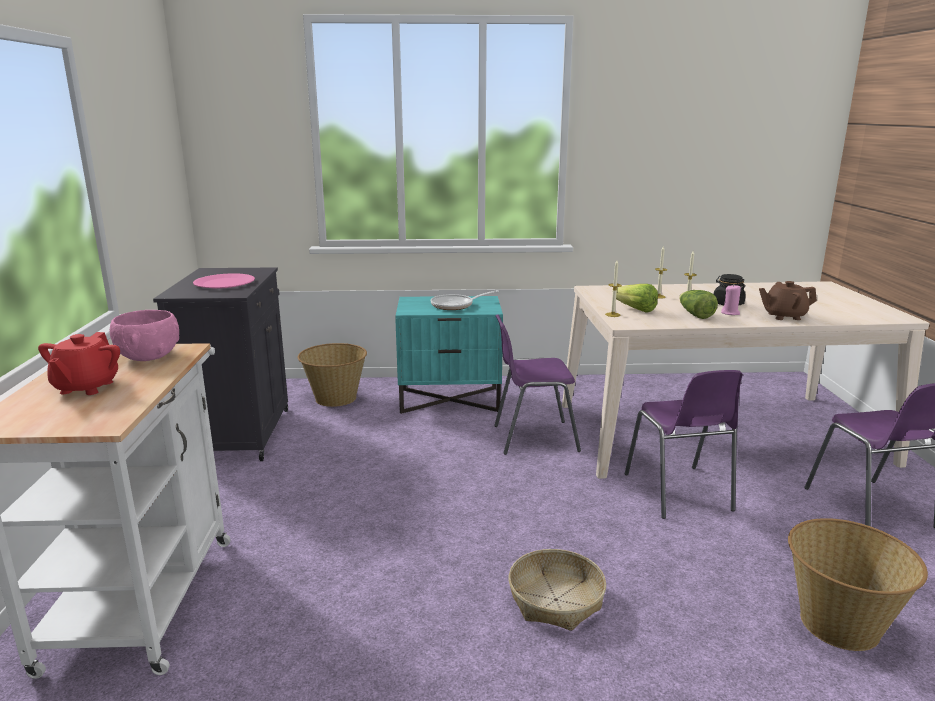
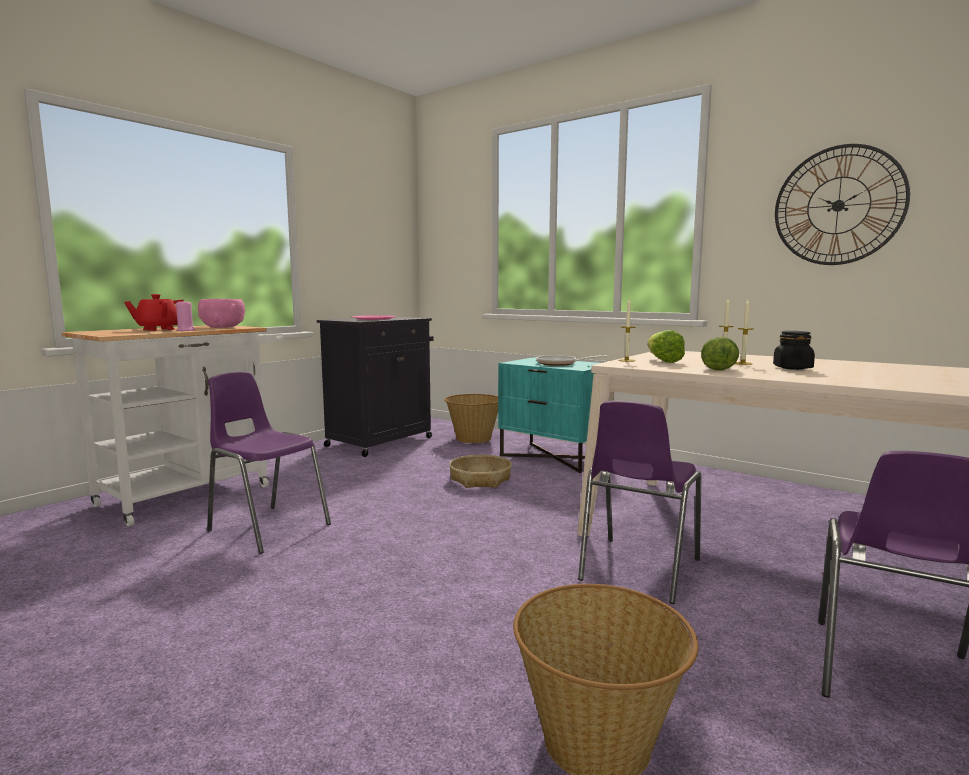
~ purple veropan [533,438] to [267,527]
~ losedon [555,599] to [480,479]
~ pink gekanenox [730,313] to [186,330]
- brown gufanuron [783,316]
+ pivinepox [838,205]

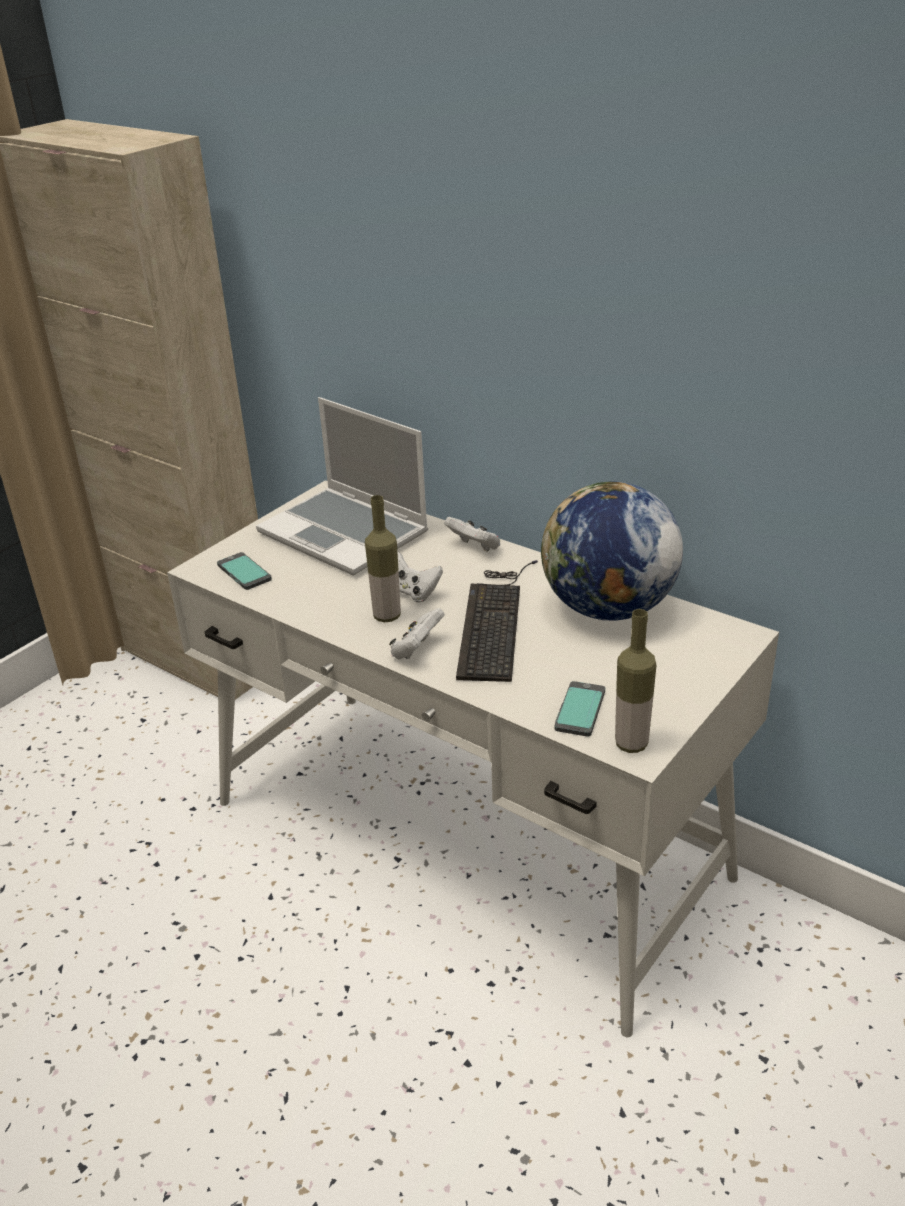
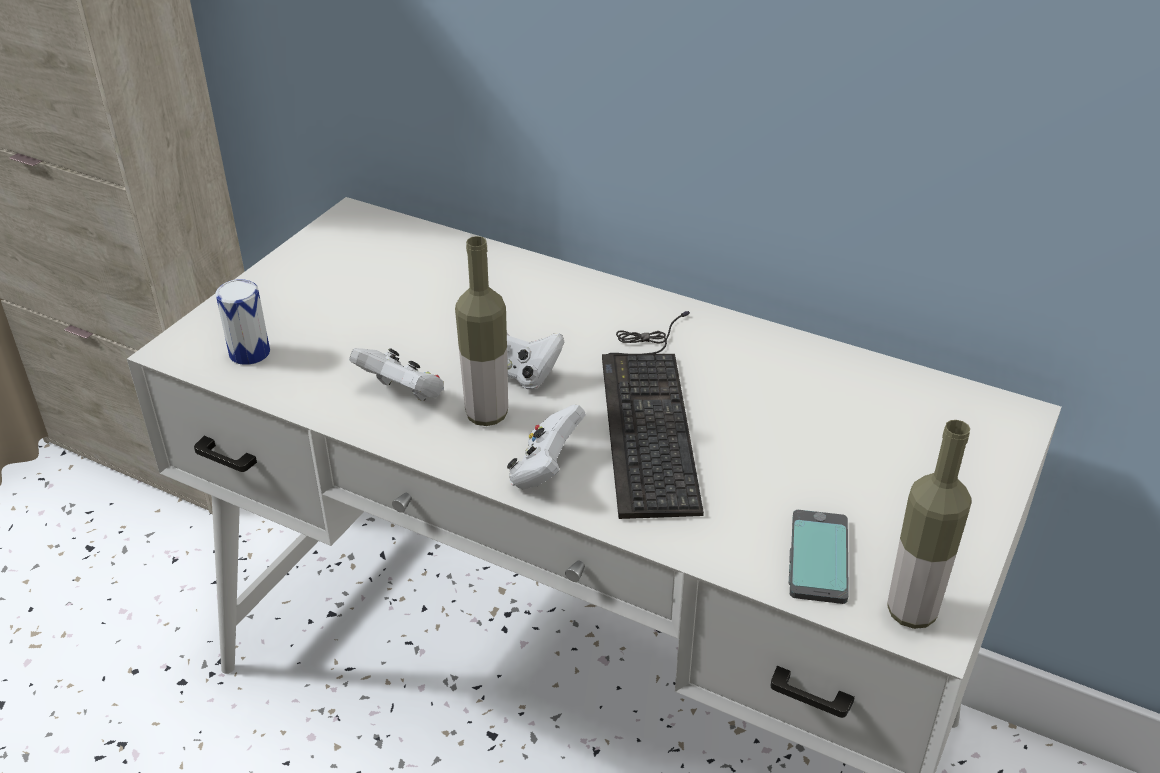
~ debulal [244,572] to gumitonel [249,353]
- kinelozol [346,533]
~ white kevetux [475,547] to [403,394]
- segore [607,609]

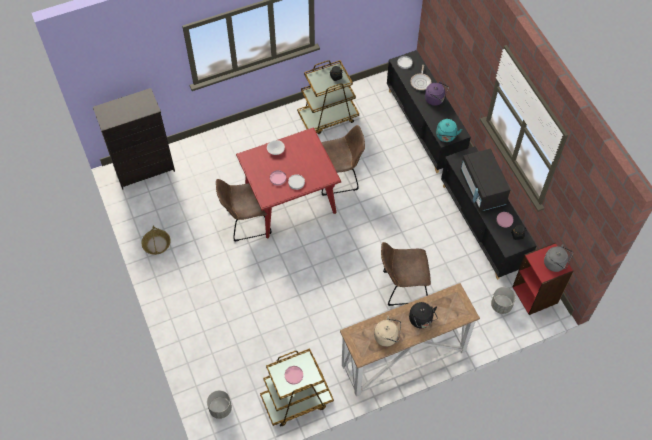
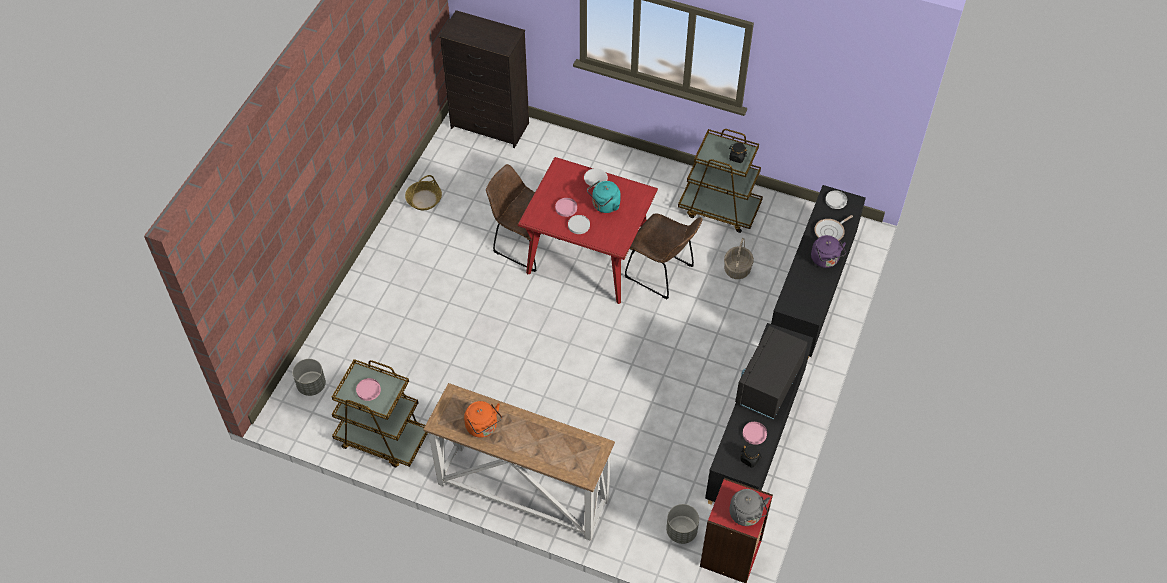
~ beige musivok [387,337] to orange musivok [483,427]
- brown veropan [402,287]
- black musivok [421,320]
~ turquoise musivok [446,137] to [604,206]
+ losedon [737,269]

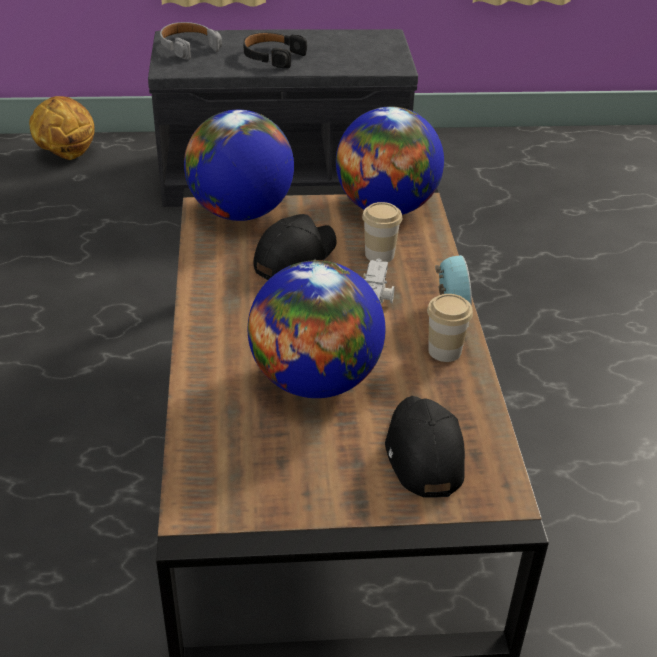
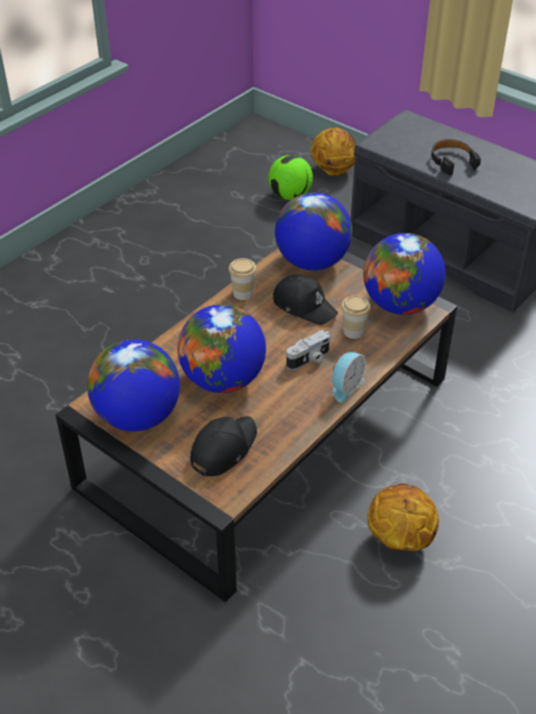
- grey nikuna [188,47]
~ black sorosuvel [294,257] = [304,305] 45 degrees clockwise
~ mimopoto [444,351] to [243,293]
+ segore [138,416]
+ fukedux [290,196]
+ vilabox [399,538]

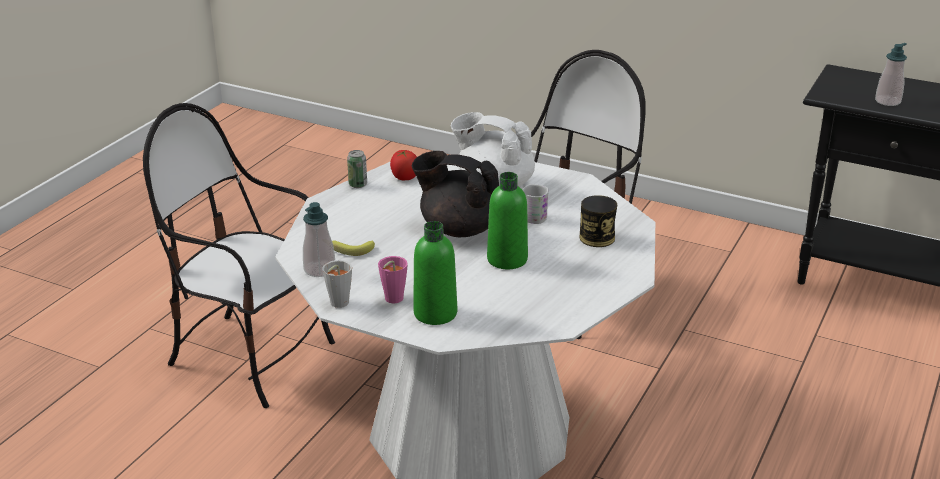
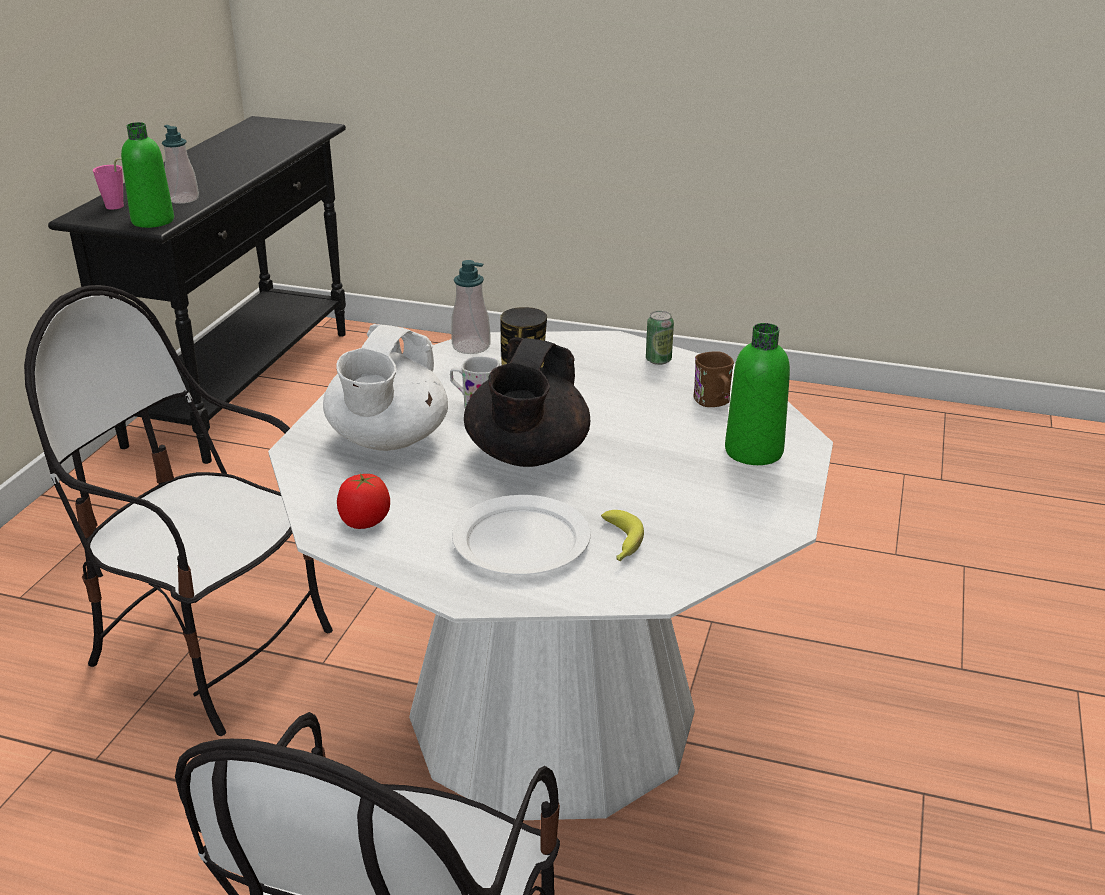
~ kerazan [319,269] to [471,346]
- grey mimopoto [337,305]
~ gumitonel [358,184] to [658,360]
~ pink mimopoto [391,300] to [118,207]
~ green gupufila [507,259] to [153,221]
+ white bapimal [520,540]
+ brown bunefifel [714,402]

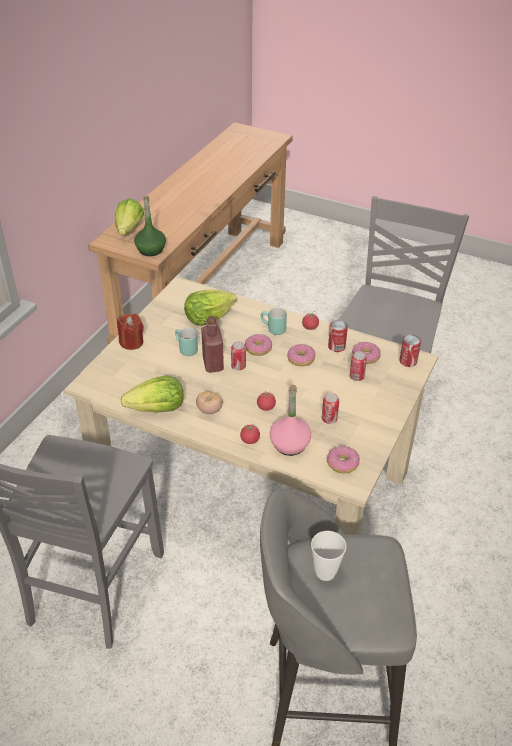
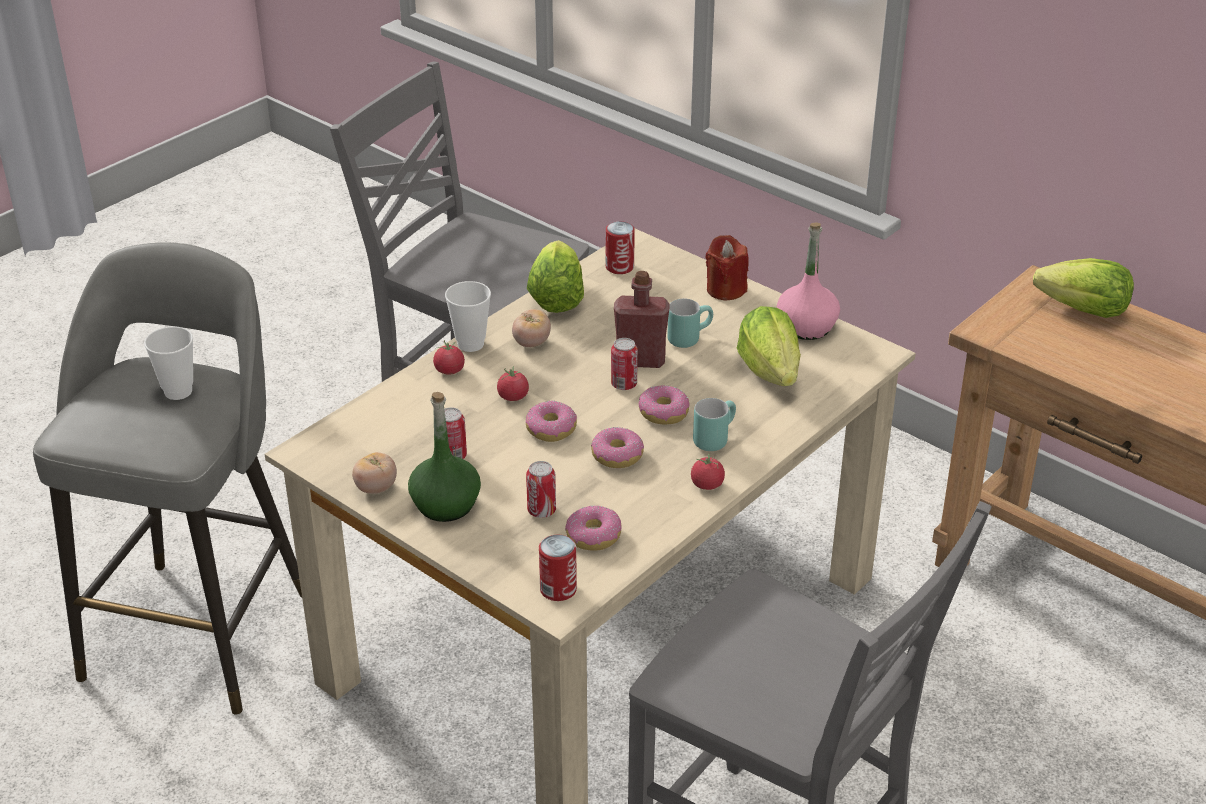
~ green gupufila [150,250] to [446,504]
~ pink gupufila [289,444] to [806,327]
~ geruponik [342,464] to [551,429]
~ gumitonel [336,347] to [619,267]
+ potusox [376,488]
+ mimopoto [470,344]

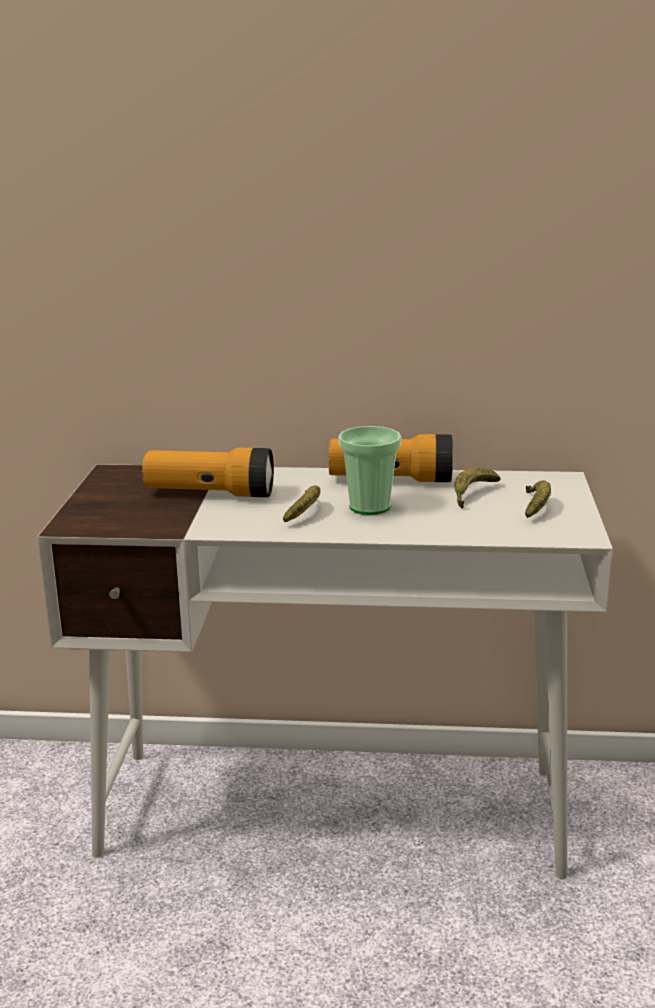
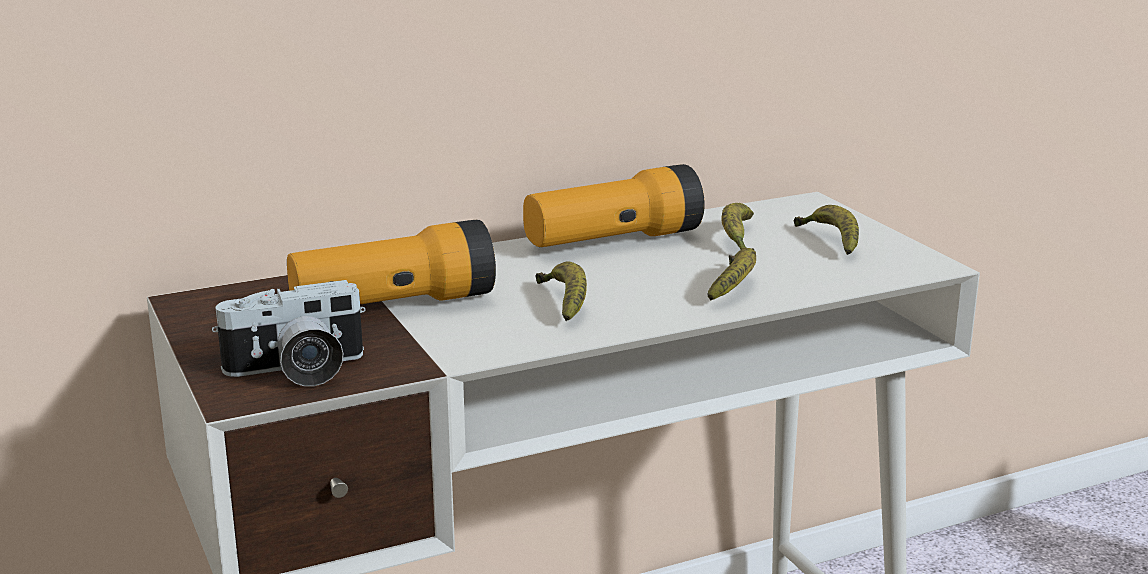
- mimopoto [369,507]
+ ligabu [296,371]
+ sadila [734,286]

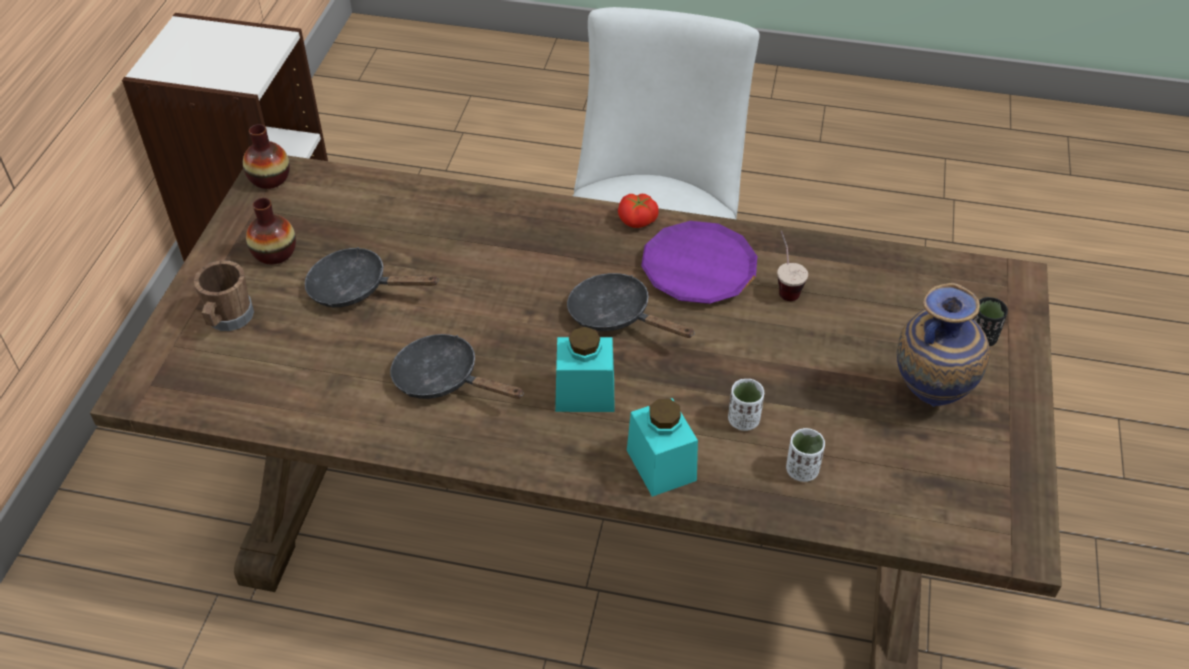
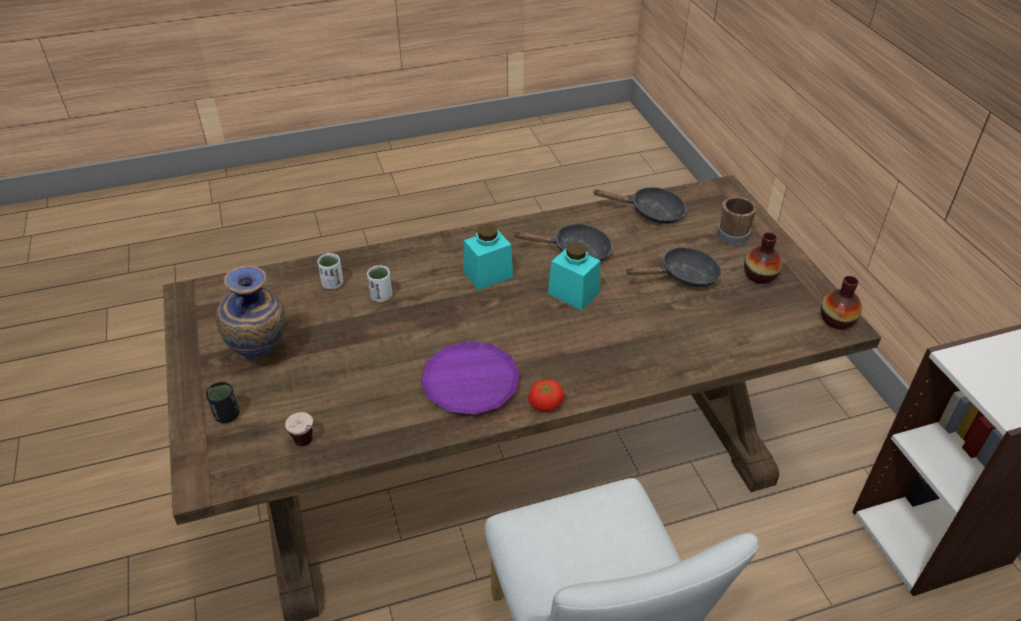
~ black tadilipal [616,316] to [651,212]
~ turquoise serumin [661,465] to [573,293]
~ mimopoto [784,285] to [309,446]

